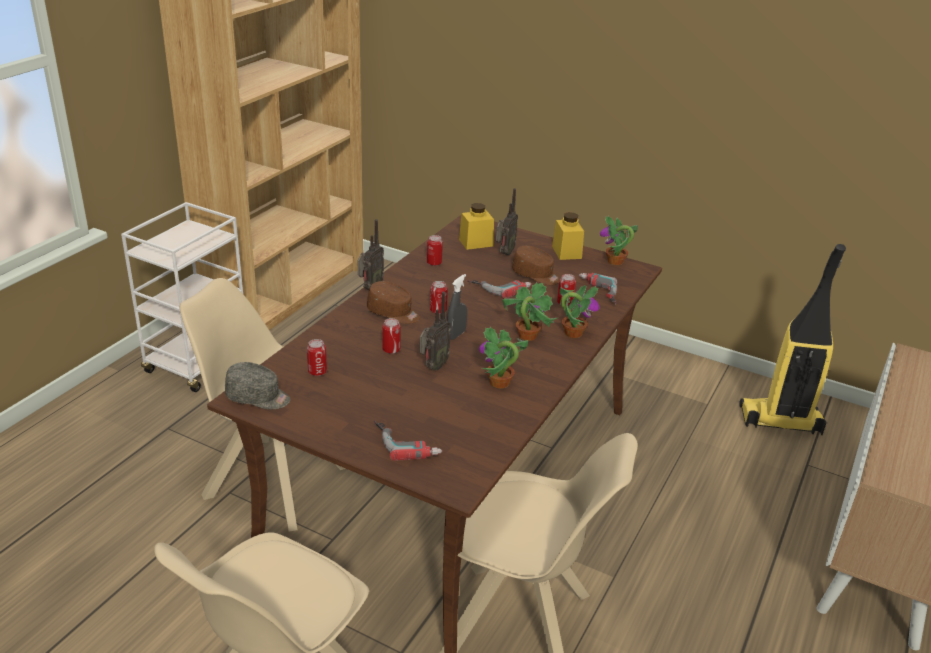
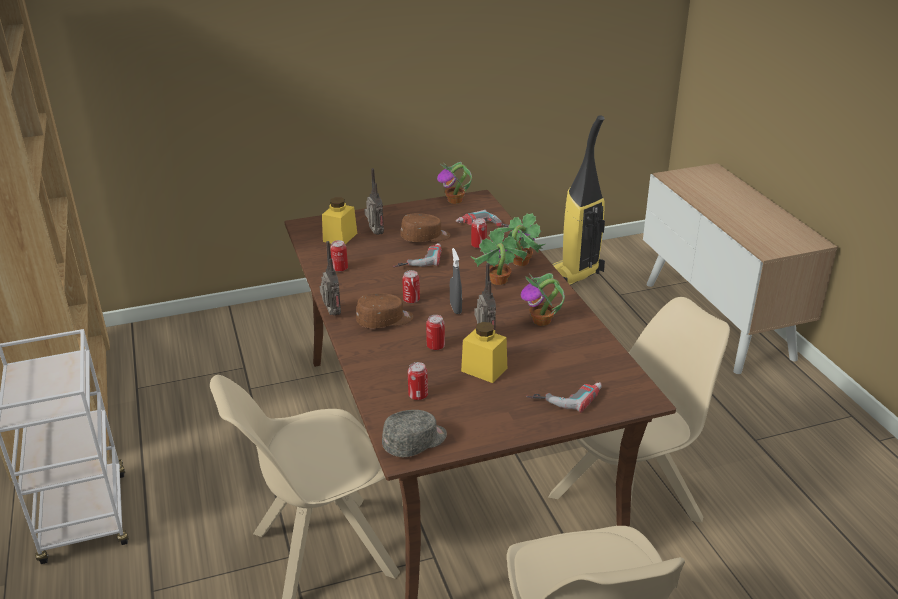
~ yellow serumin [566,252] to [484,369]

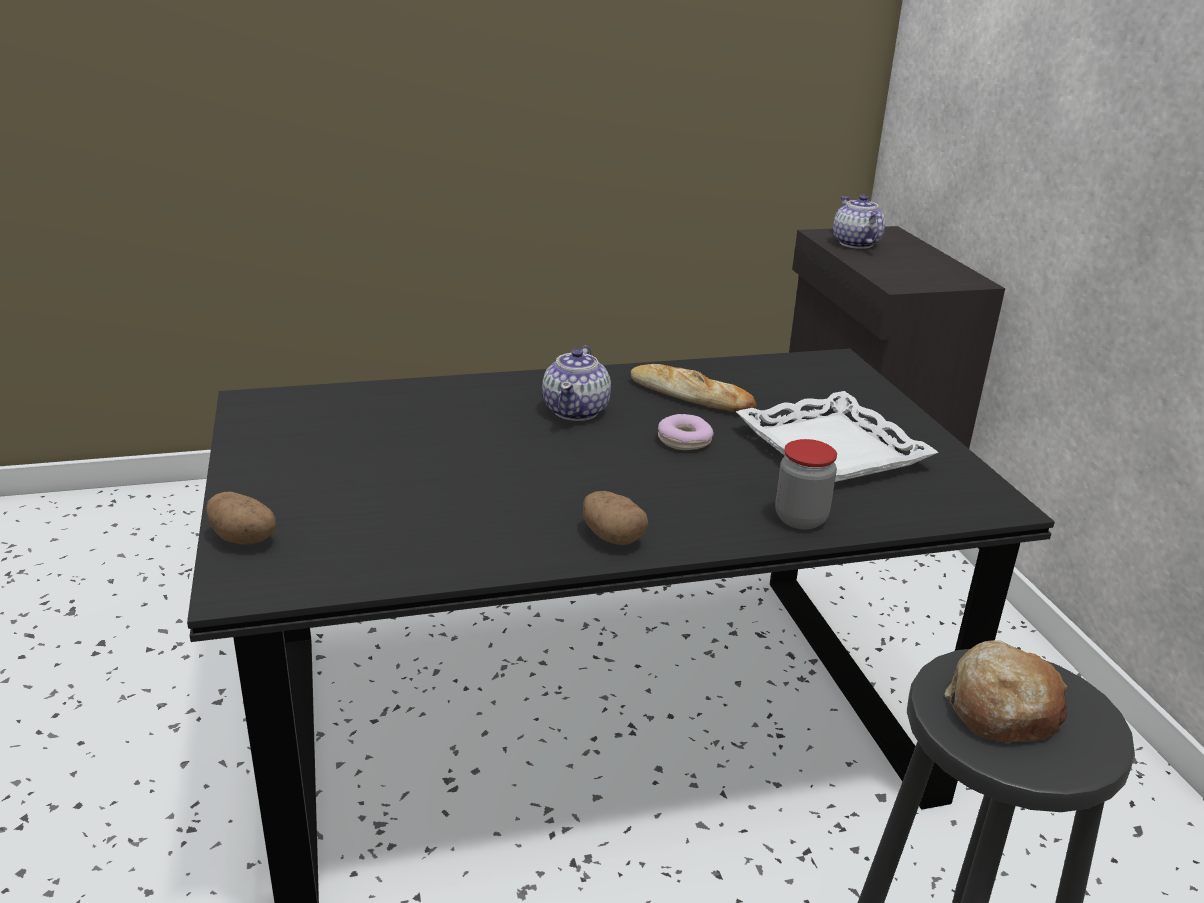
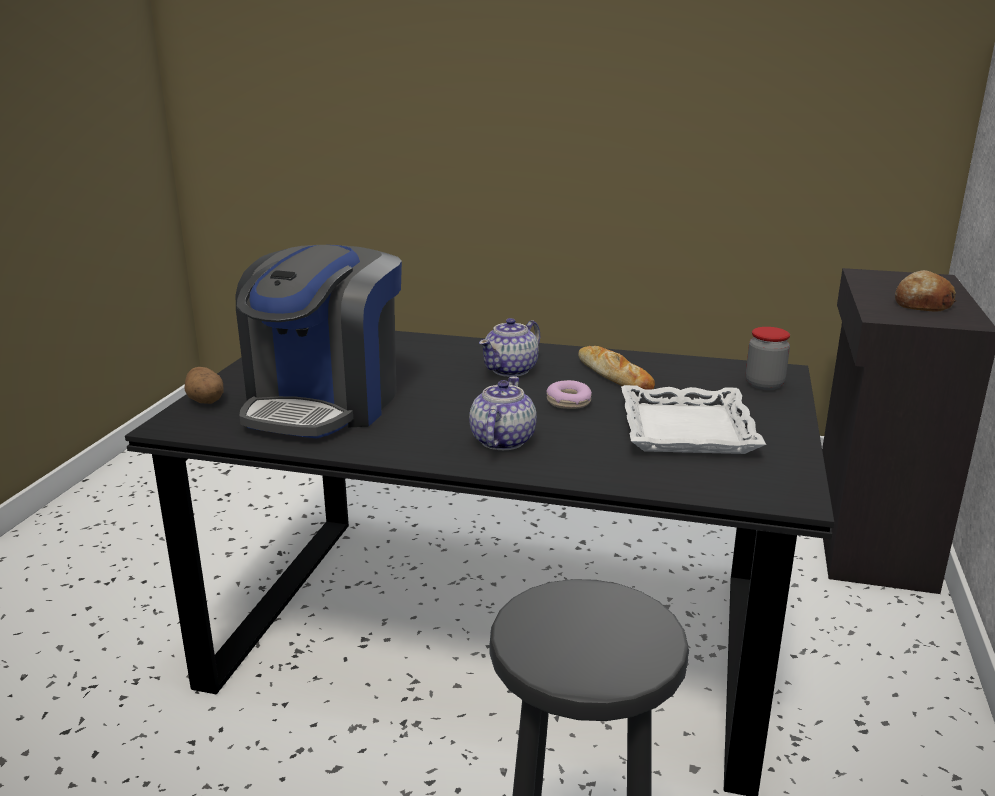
- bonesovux [612,537]
~ serumin [800,519] to [764,384]
~ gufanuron [855,244] to [501,441]
~ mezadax [1002,709] to [922,304]
+ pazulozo [325,403]

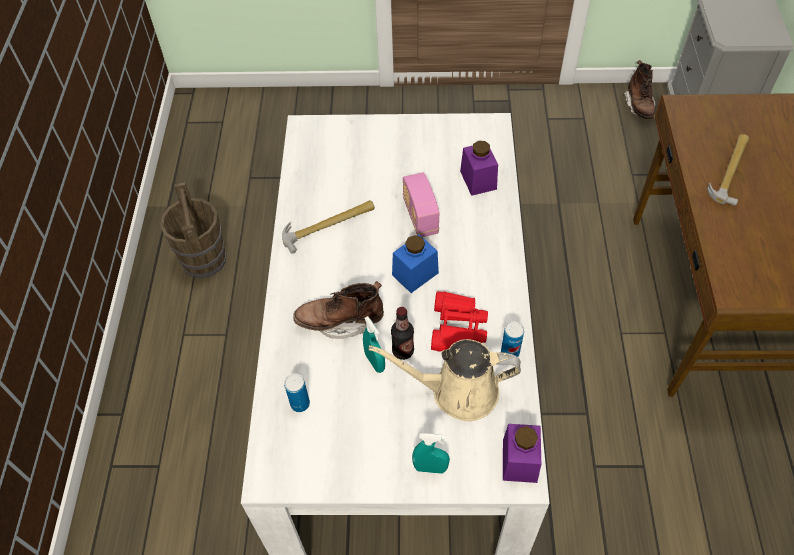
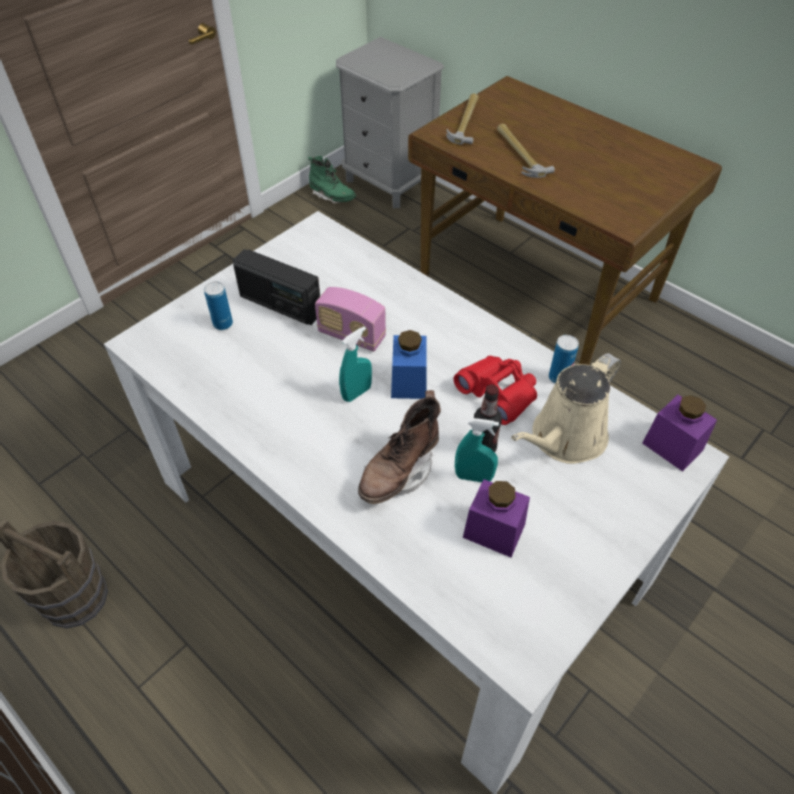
~ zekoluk [328,226] to [466,122]
~ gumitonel [300,404] to [223,324]
~ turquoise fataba [430,468] to [356,393]
~ purple serumin [478,180] to [494,531]
~ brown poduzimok [639,106] to green poduzimok [332,197]
+ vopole [280,305]

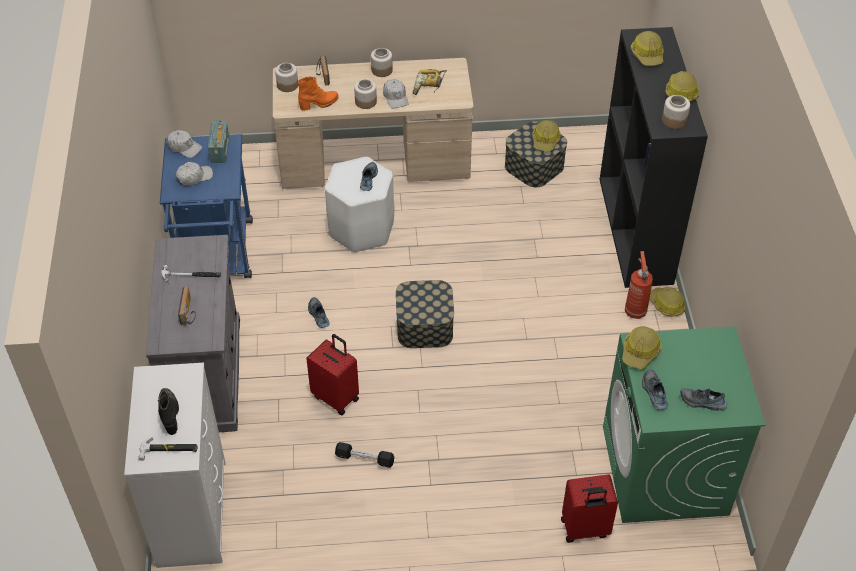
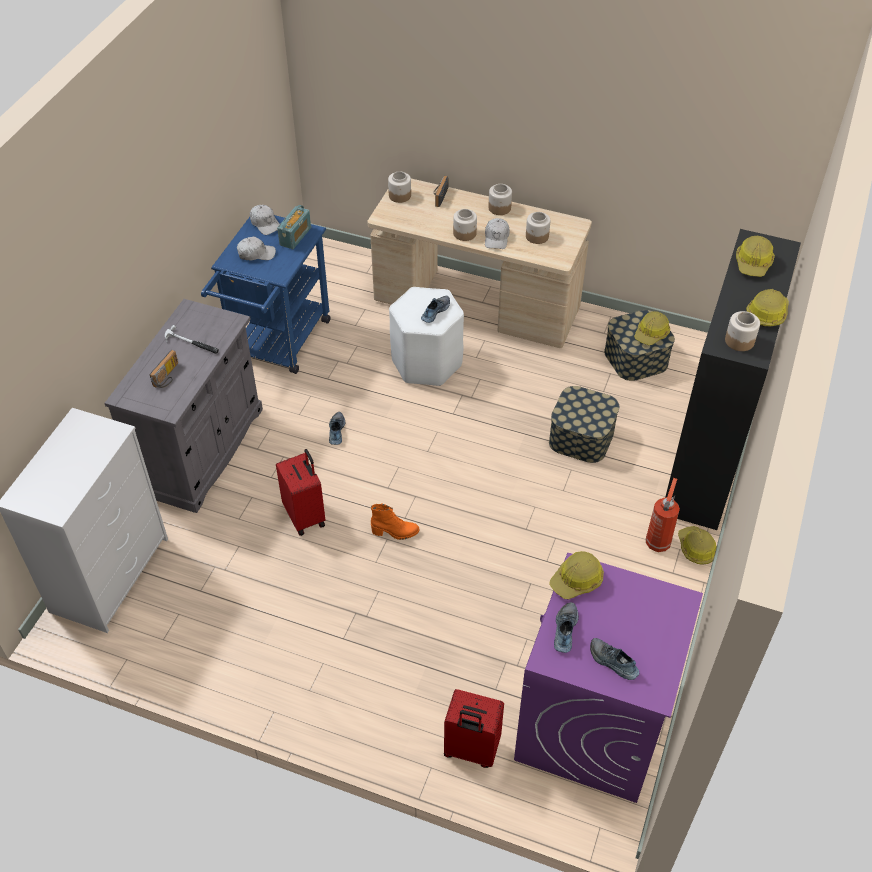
- zekoluk [169,450]
- black poduzimok [170,414]
~ orange poduzimok [319,104] to [395,532]
- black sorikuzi [365,459]
~ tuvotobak [424,325] to [581,437]
~ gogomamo [429,86] to serumin [537,236]
~ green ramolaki [664,471] to purple ramolaki [592,724]

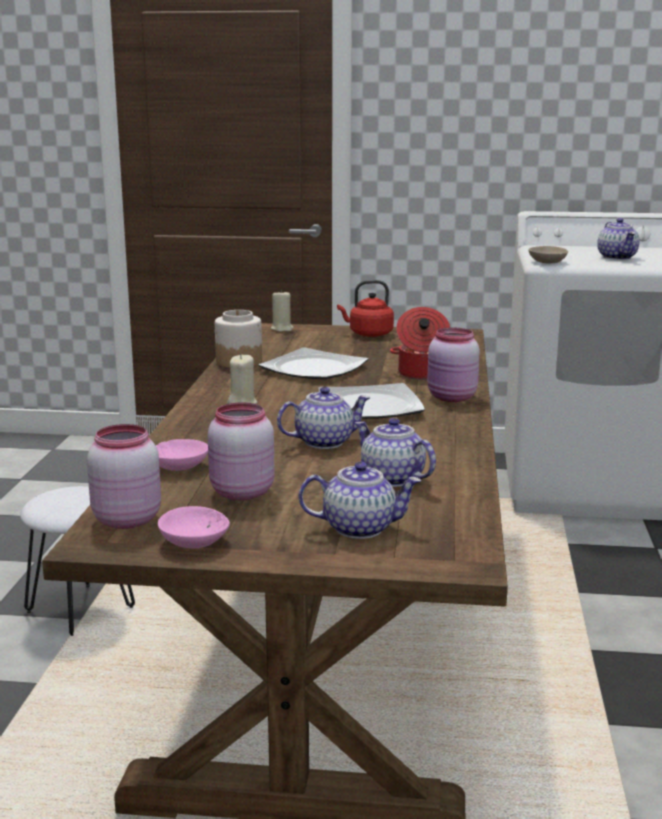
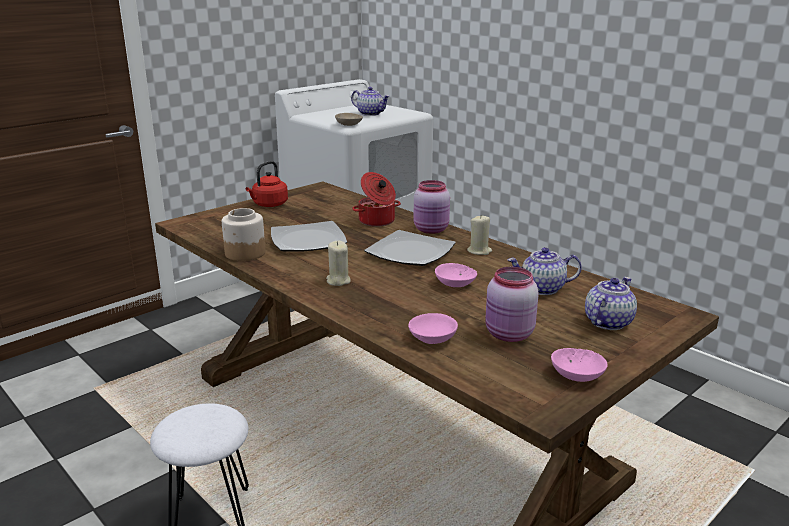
- pink serumin [125,519]
~ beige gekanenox [282,329] to [479,251]
~ gufanuron [324,442] to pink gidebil [453,284]

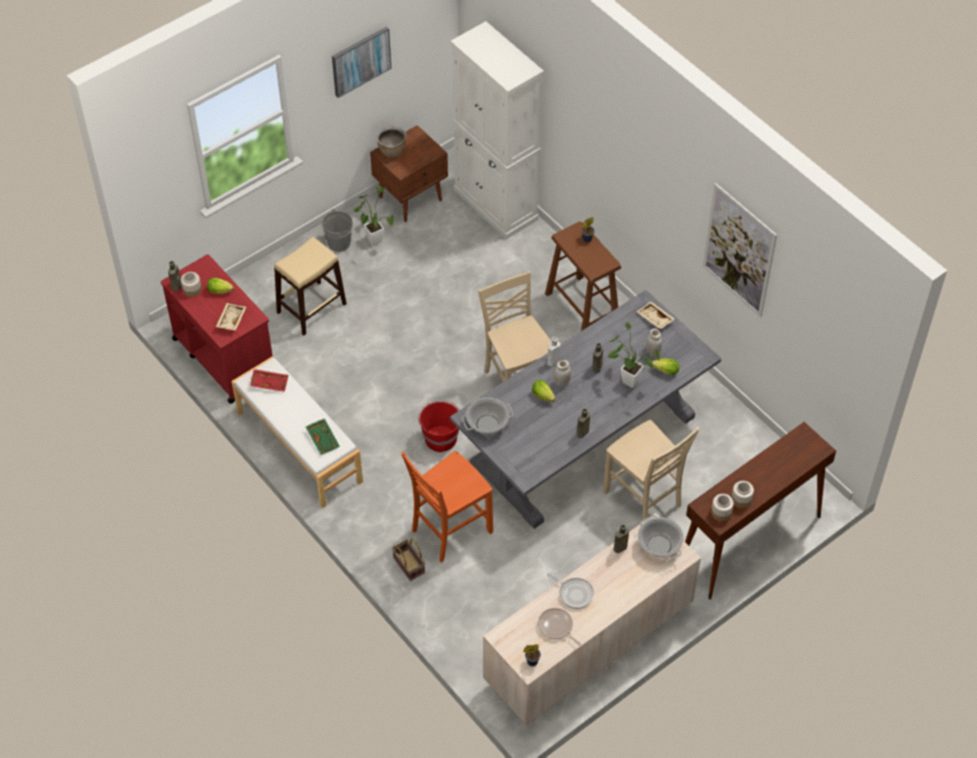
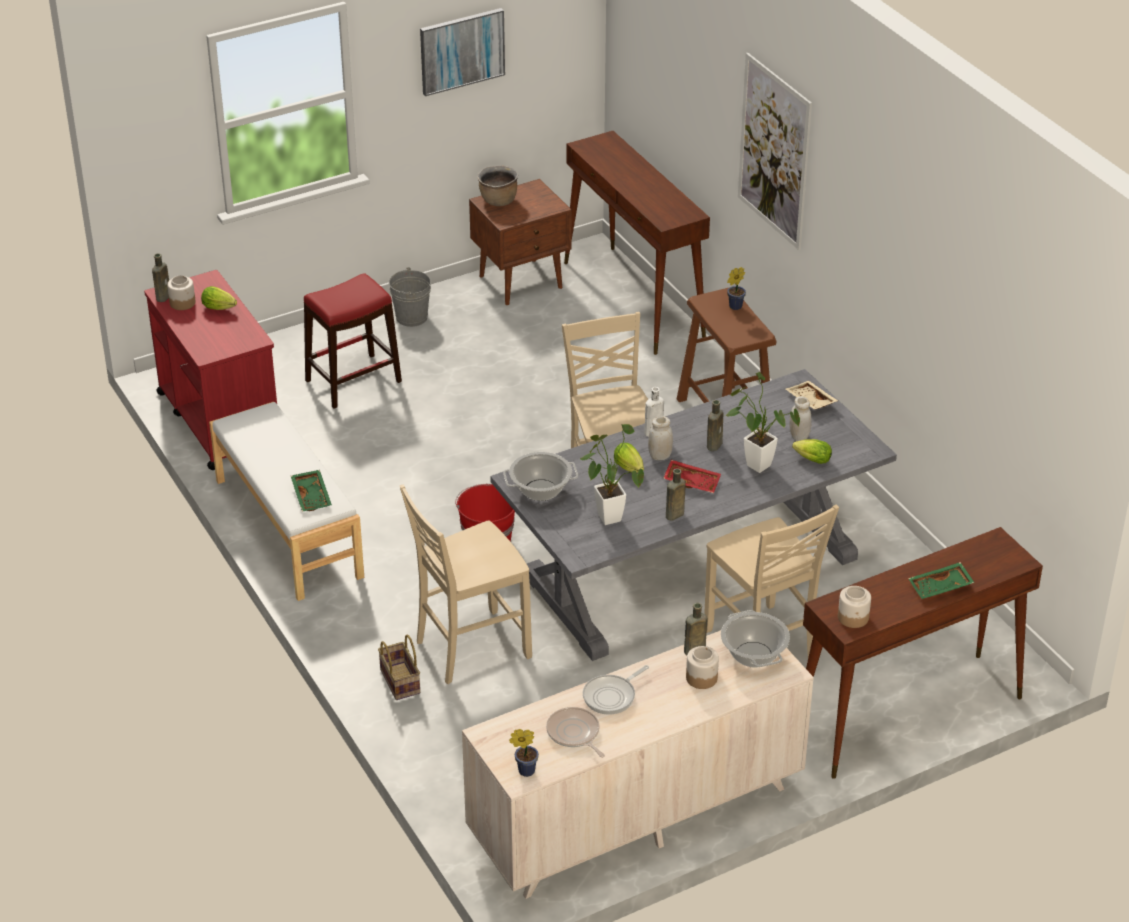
- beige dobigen [231,320]
~ red dobigen [269,383] to [692,481]
~ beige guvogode [311,308] to red guvogode [352,381]
~ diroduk [373,238] to [607,515]
~ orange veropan [449,531] to beige veropan [470,648]
~ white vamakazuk [496,205] to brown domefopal [634,300]
~ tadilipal [574,593] = [612,696] 90 degrees clockwise
~ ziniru [739,250] to [774,151]
~ serumin [741,499] to [701,678]
+ green dobigen [940,587]

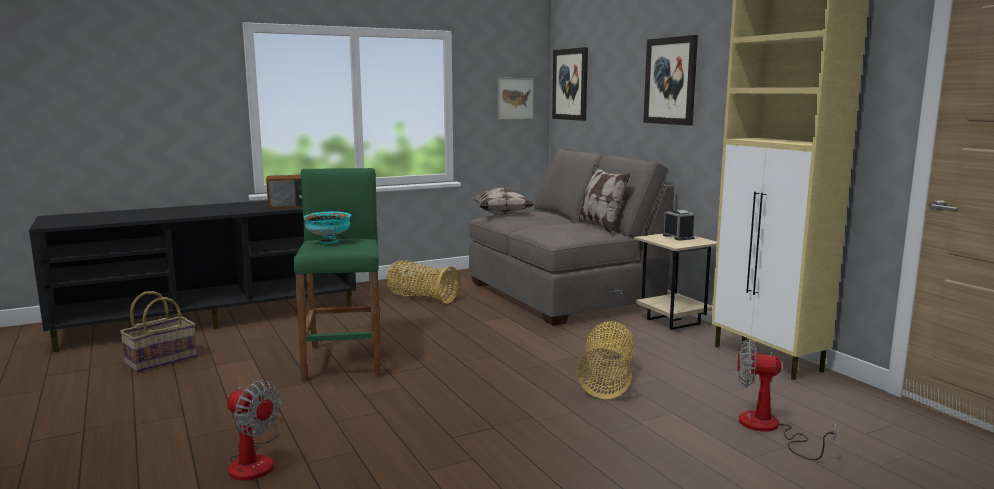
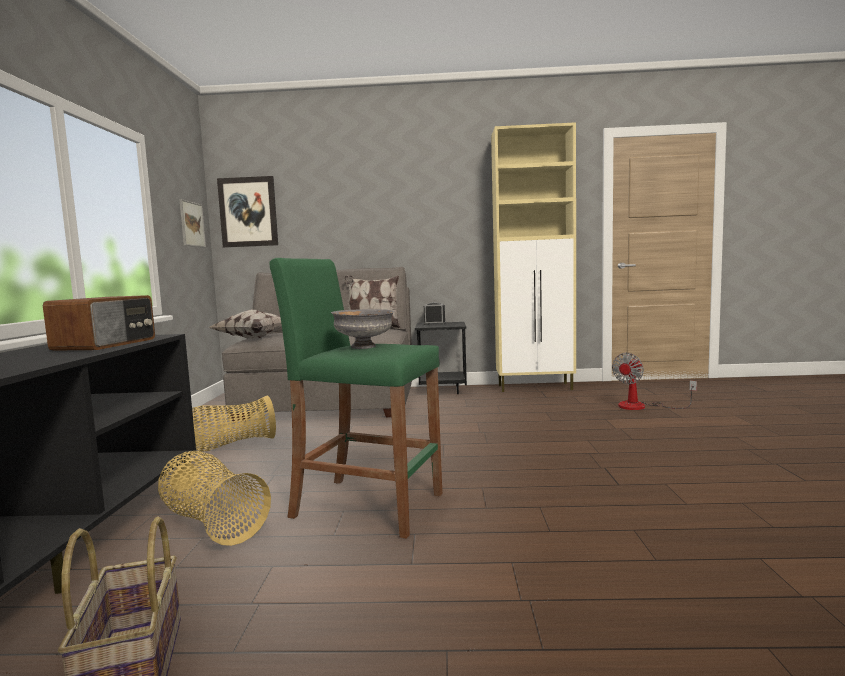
- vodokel [254,460]
~ turquoise gidebil [329,242] to grey gidebil [364,347]
~ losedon [607,379] to [212,523]
~ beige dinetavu [673,321] to black dinetavu [443,391]
- ziniru [670,81]

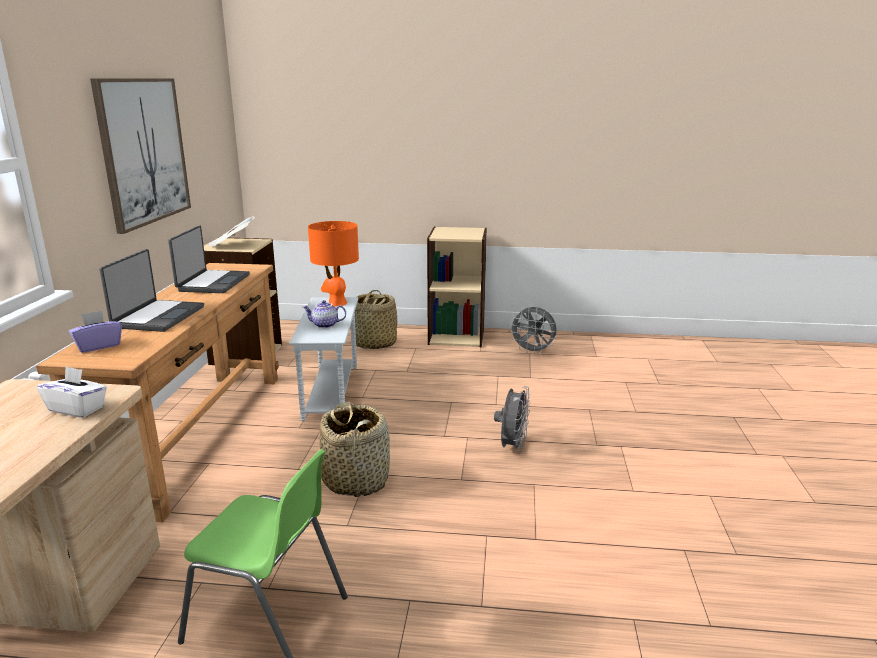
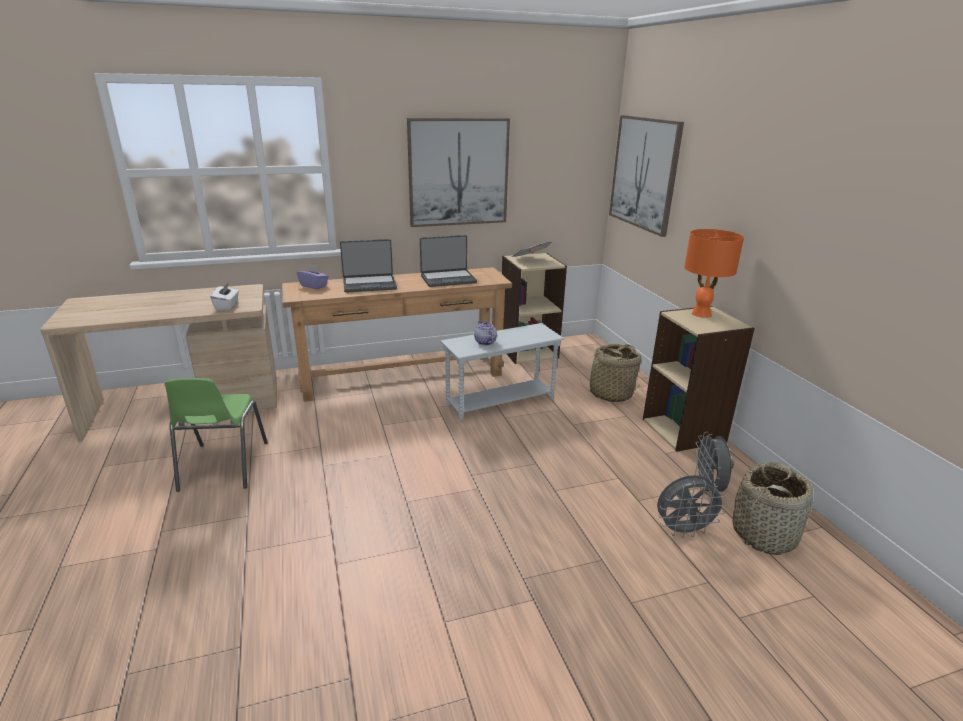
~ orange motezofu [337,303] to [701,313]
~ losedon [356,480] to [764,534]
~ grey vodokel [512,447] to [683,530]
+ ziniru [644,173]

